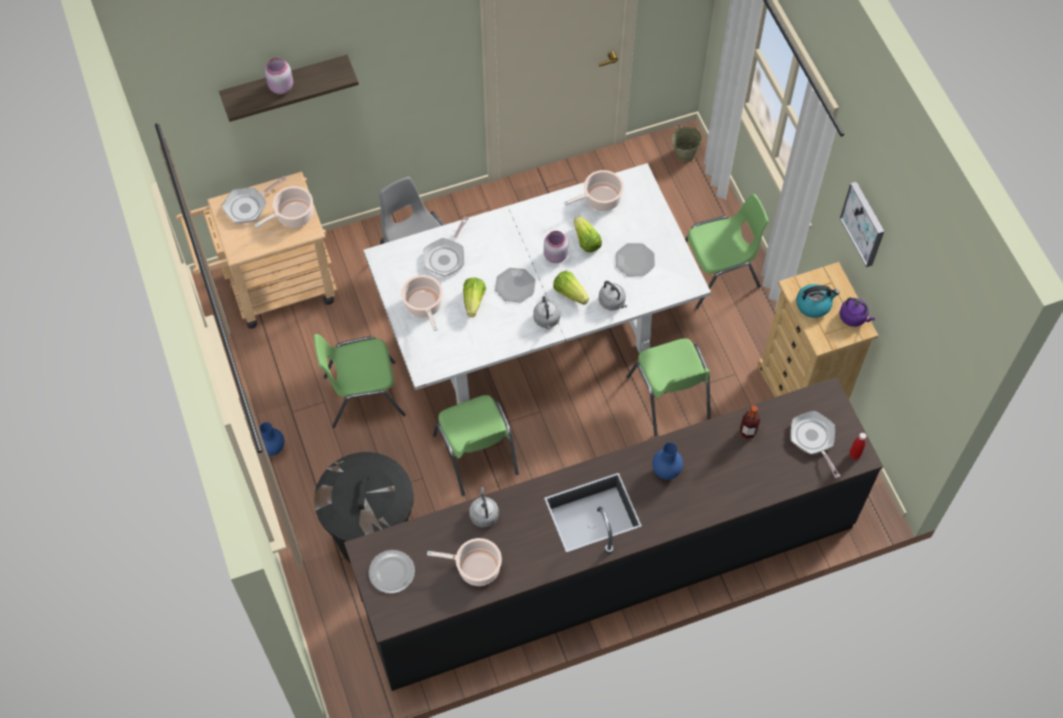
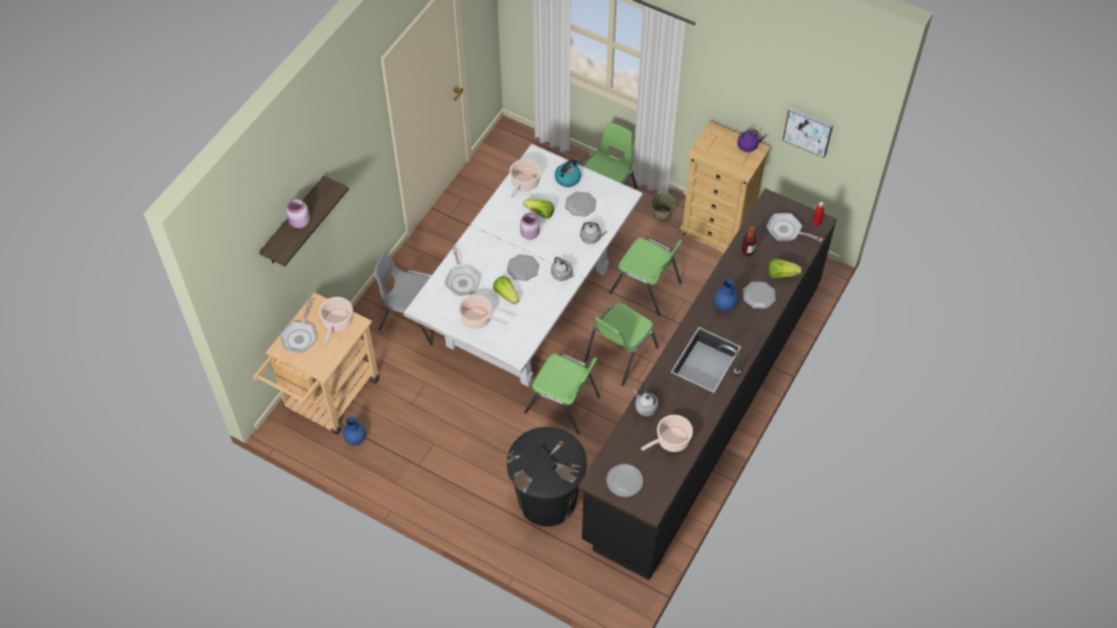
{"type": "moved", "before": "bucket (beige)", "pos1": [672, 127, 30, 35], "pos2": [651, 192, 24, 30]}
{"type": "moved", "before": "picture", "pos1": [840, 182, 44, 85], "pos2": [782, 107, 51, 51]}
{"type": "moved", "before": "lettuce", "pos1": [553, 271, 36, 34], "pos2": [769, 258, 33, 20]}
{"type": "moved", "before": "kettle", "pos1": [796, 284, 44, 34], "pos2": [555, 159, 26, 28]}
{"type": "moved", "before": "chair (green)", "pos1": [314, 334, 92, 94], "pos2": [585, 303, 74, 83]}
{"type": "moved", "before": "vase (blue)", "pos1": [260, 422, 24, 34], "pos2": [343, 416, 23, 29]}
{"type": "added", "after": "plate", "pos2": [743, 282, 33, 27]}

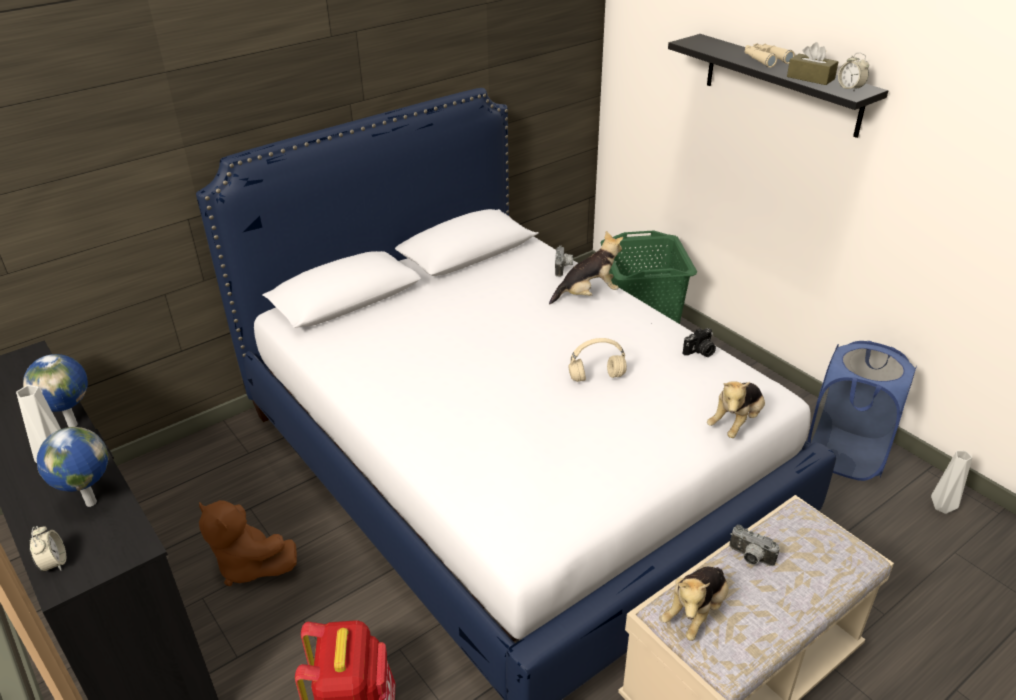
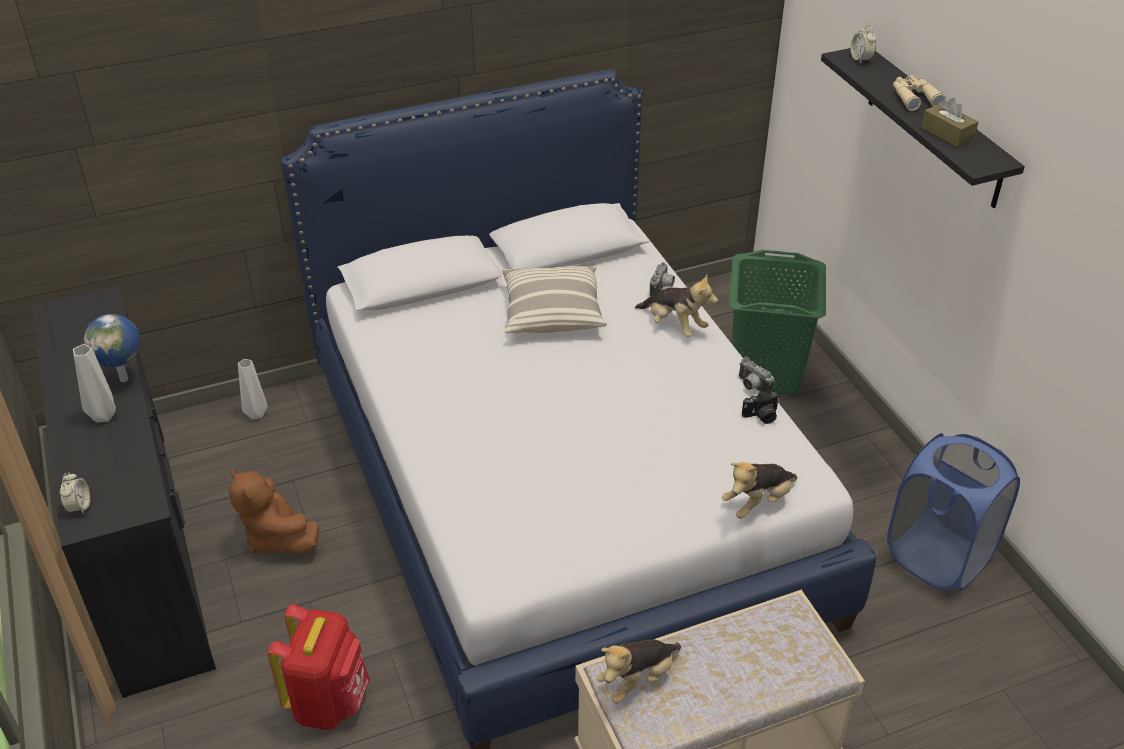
{"type": "moved", "before": "alarm clock", "pos1": [838, 53, 31, 39], "pos2": [850, 25, 26, 39]}
{"type": "turned", "before": "plush toy", "pos1": [549, 231, 74, 73], "pos2": [635, 275, 83, 62], "turn": 45}
{"type": "removed", "before": "headphones (beige)", "pos1": [568, 338, 59, 44]}
{"type": "removed", "before": "globe", "pos1": [37, 427, 71, 80]}
{"type": "moved", "before": "vase (grey)", "pos1": [931, 451, 41, 63], "pos2": [238, 359, 30, 60]}
{"type": "moved", "before": "photo camera", "pos1": [729, 525, 51, 41], "pos2": [739, 357, 35, 37]}
{"type": "added", "after": "pillow", "pos2": [502, 265, 105, 68]}

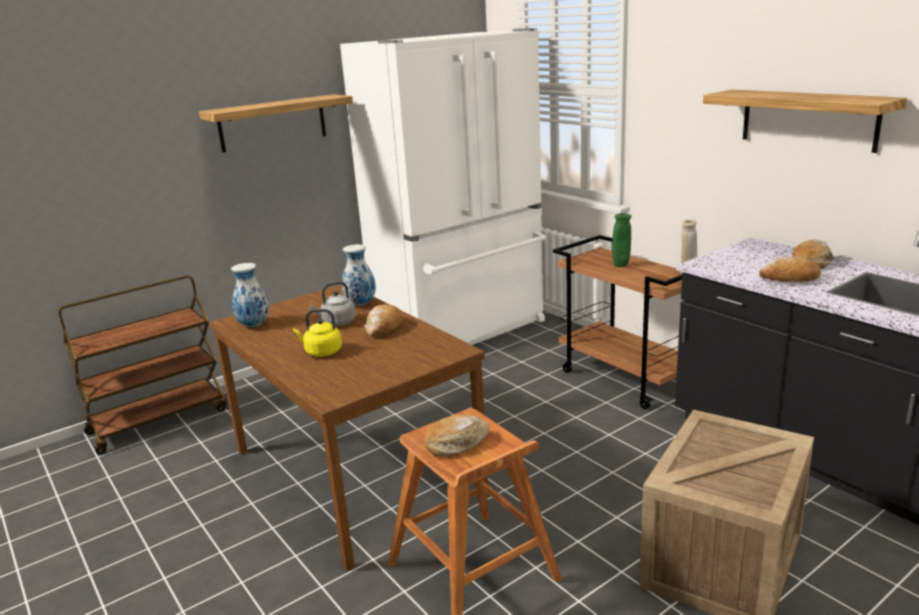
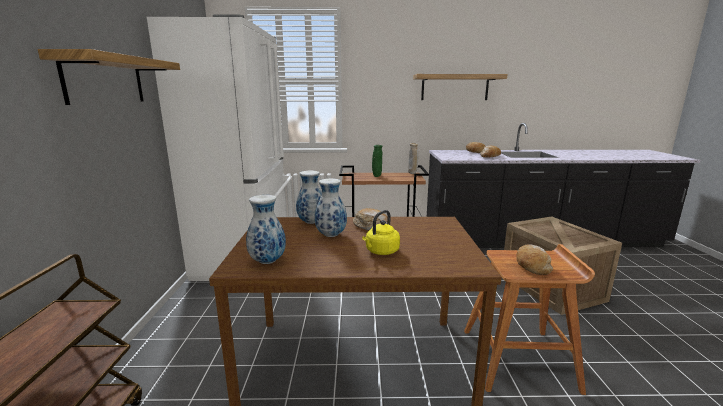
{"type": "replaced", "before": "kettle (grey)", "after": "vase", "pos1": [309, 281, 47, 45], "pos2": [315, 179, 32, 58]}

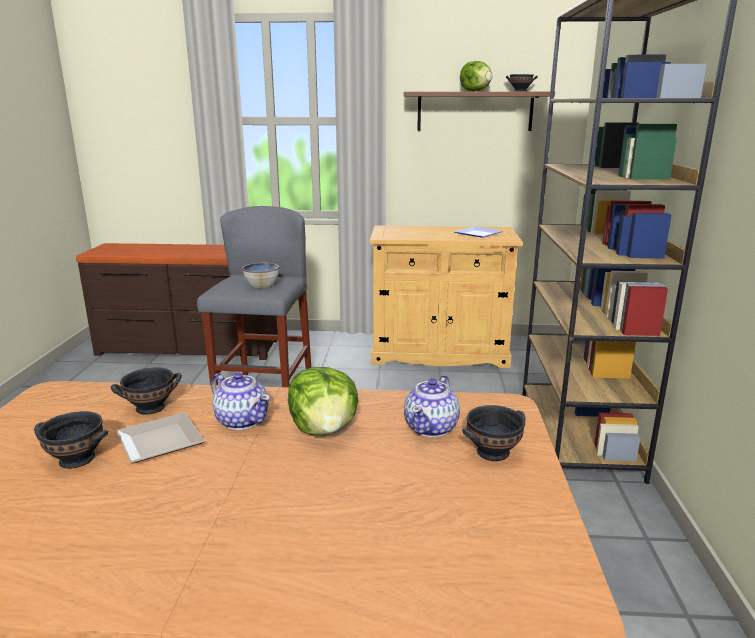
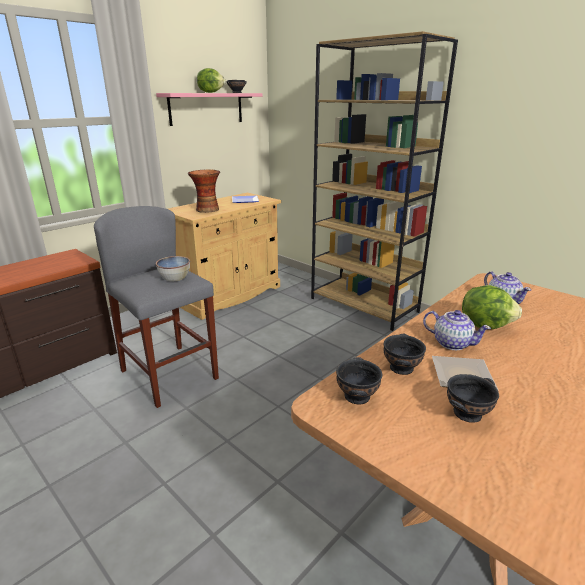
{"type": "recoloured", "before": "shelf (brown)", "after": "shelf (pink)", "pos1": [404, 92, 151, 39], "pos2": [156, 93, 107, 33]}
{"type": "turned", "before": "teapot", "pos1": [211, 373, 59, 57], "pos2": [423, 310, 68, 40], "turn": 45}
{"type": "moved", "before": "bowl (black)", "pos1": [462, 405, 64, 56], "pos2": [336, 357, 46, 48]}
{"type": "added", "after": "vase", "pos2": [188, 170, 32, 43]}

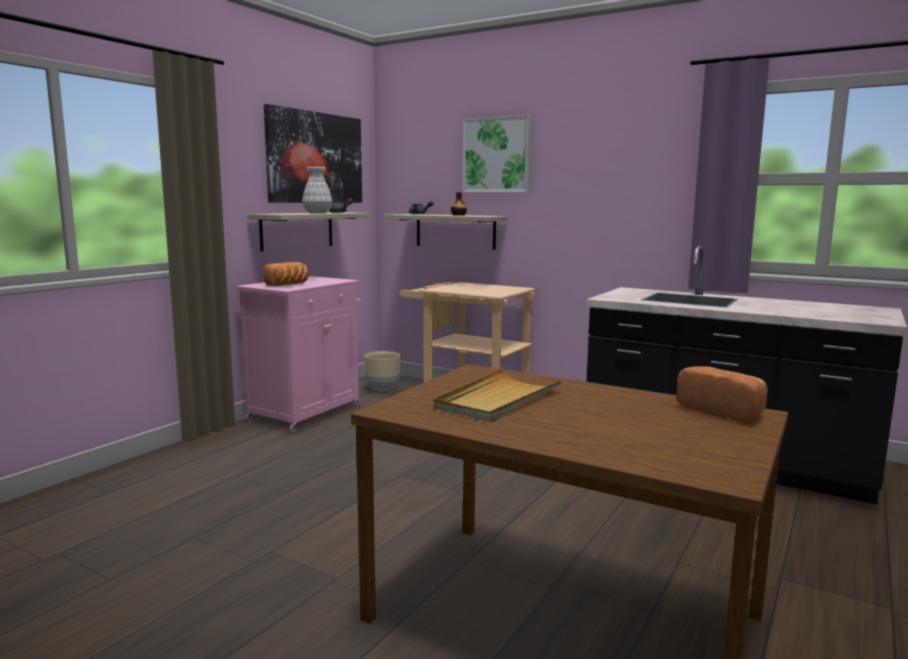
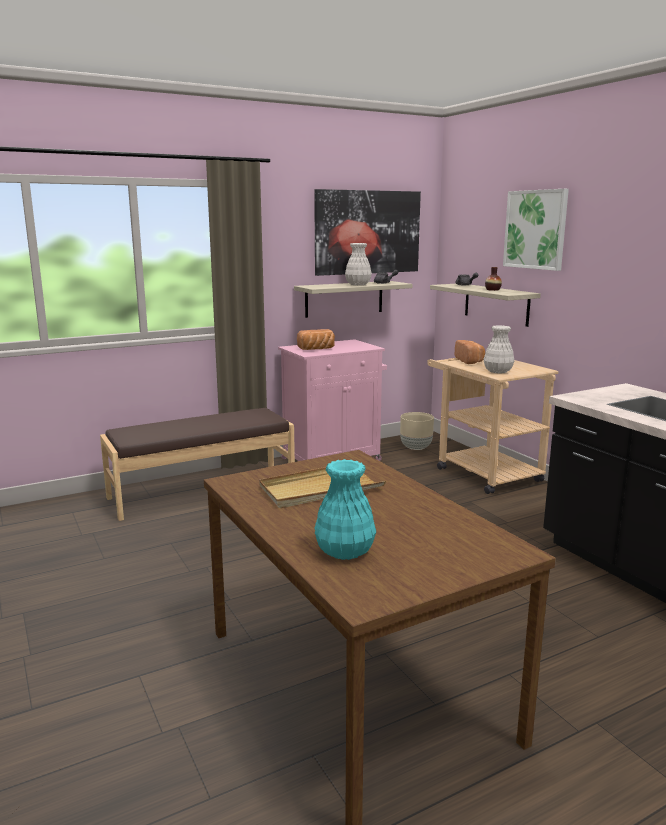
{"type": "moved", "before": "bread", "pos1": [677, 366, 91, 57], "pos2": [455, 340, 30, 24]}
{"type": "added", "after": "vase (white)", "pos2": [483, 325, 32, 49]}
{"type": "added", "after": "bench (brown)", "pos2": [100, 408, 195, 113]}
{"type": "added", "after": "vase (turquoise)", "pos2": [314, 459, 62, 101]}

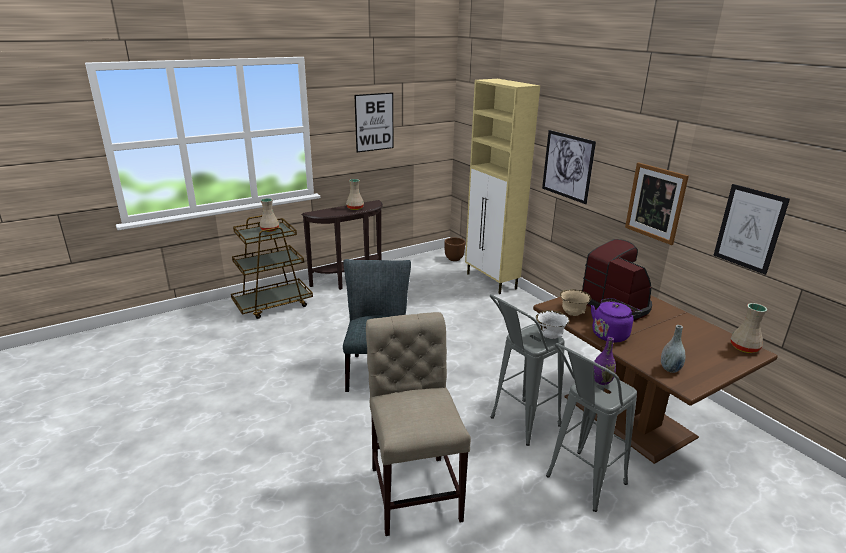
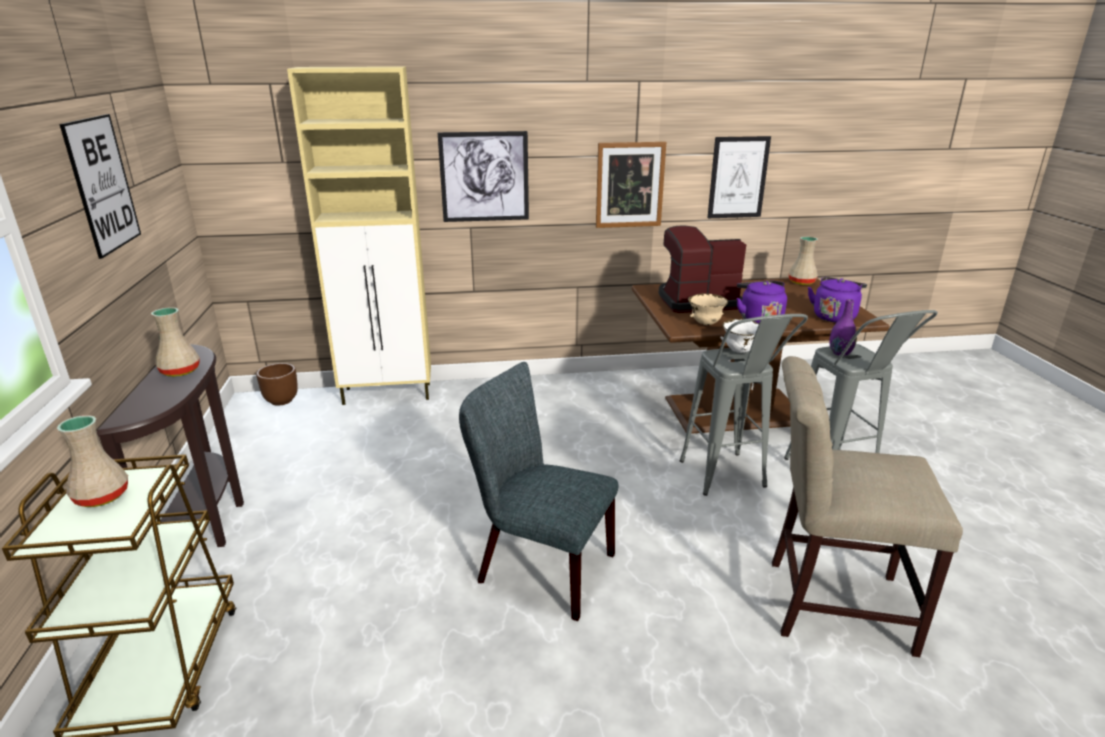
{"type": "replaced", "before": "vase (grey)", "after": "kettle (purple)", "pos1": [661, 325, 24, 48], "pos2": [808, 277, 59, 46]}

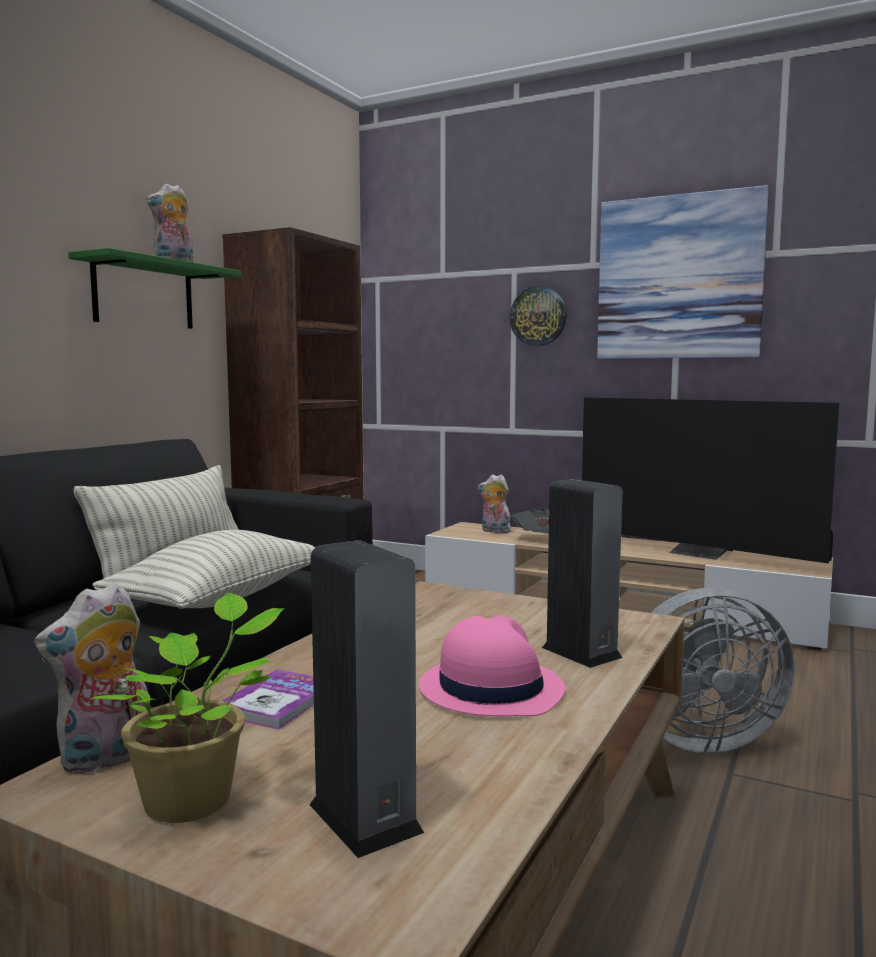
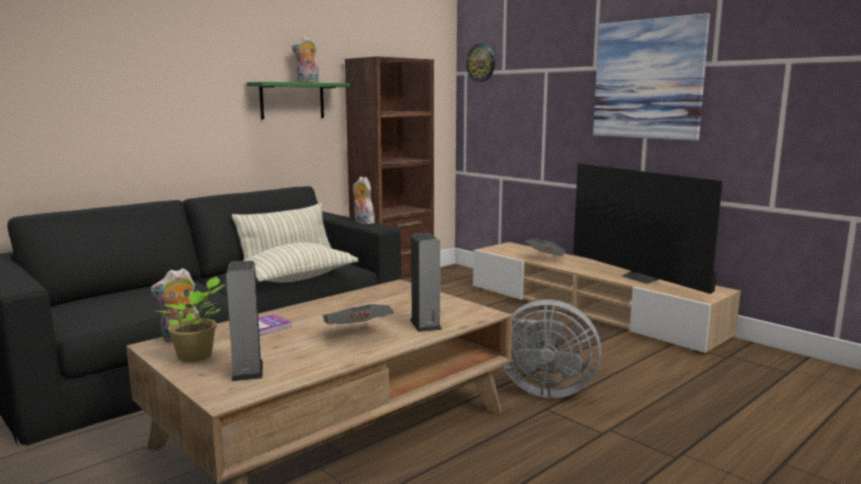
{"type": "moved", "before": "wall clock", "pos1": [510, 286, 57, 60], "pos2": [466, 44, 29, 38]}
{"type": "moved", "before": "plush toy", "pos1": [478, 475, 33, 58], "pos2": [353, 177, 22, 47]}
{"type": "replaced", "before": "hat (pink)", "after": "newspaper", "pos1": [419, 616, 146, 100], "pos2": [322, 304, 72, 20]}

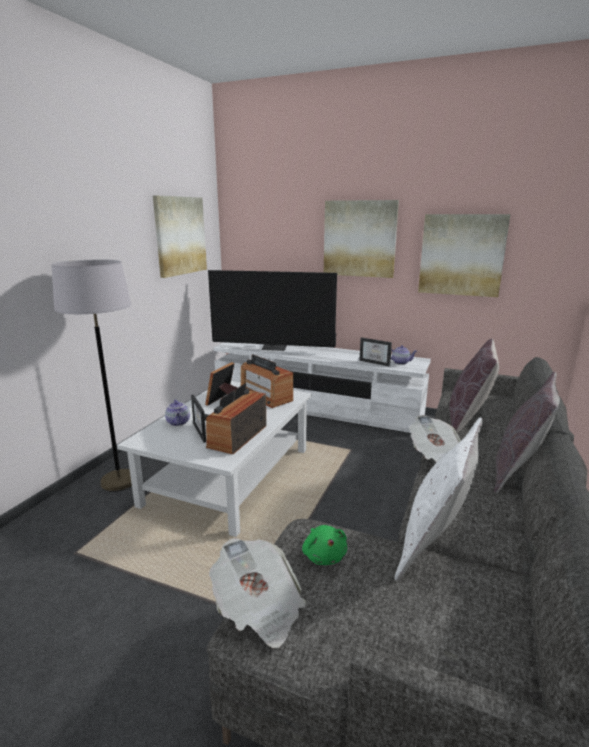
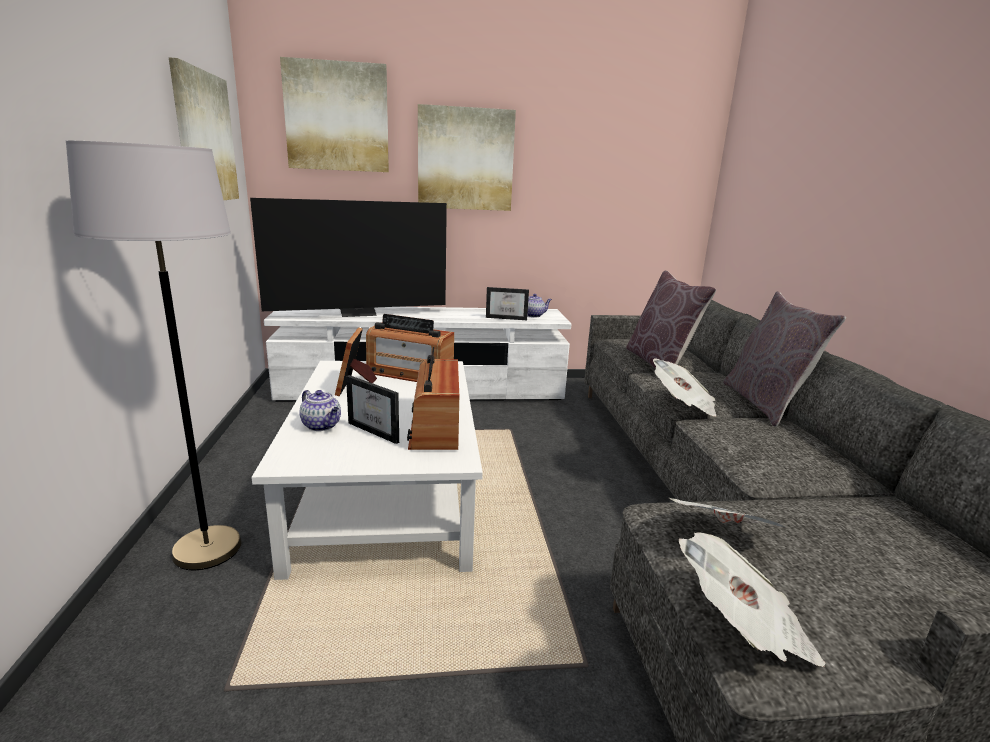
{"type": "moved", "before": "picture", "pos1": [418, 214, 93, 83], "pos2": [280, 57, 109, 115]}
{"type": "removed", "before": "pillow (white)", "pos1": [394, 418, 89, 163]}
{"type": "replaced", "before": "plush toy (green)", "after": "newspaper", "pos1": [302, 525, 45, 40], "pos2": [669, 498, 117, 30]}

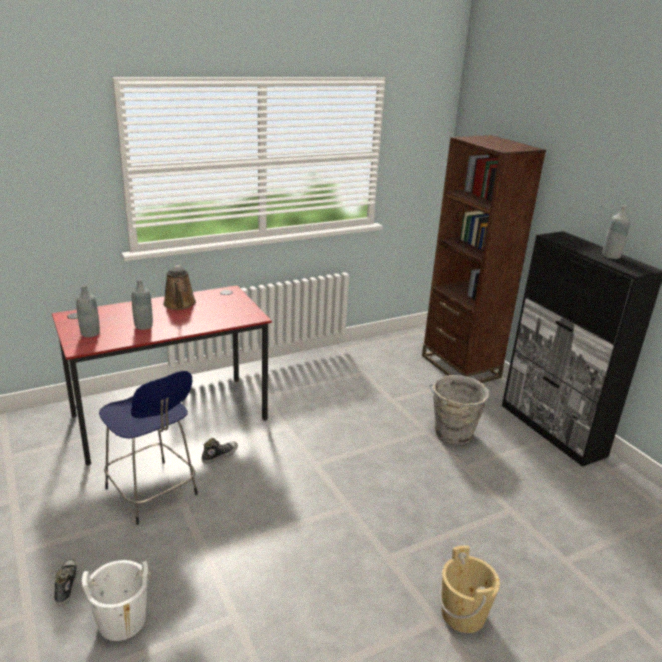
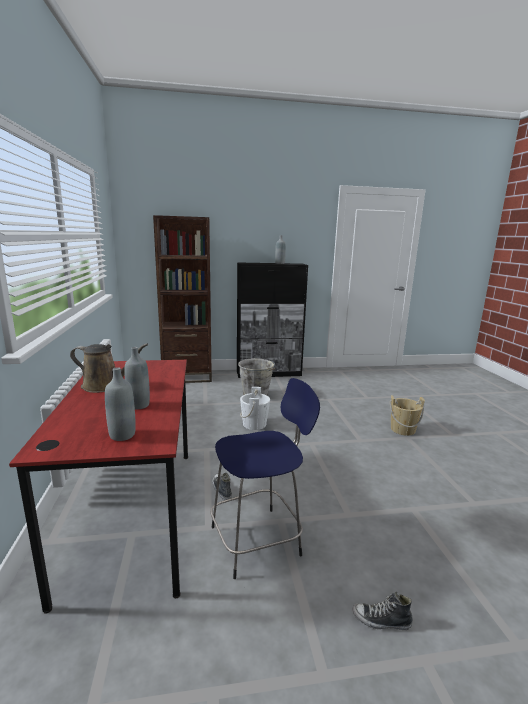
{"type": "moved", "before": "bucket (white)", "pos1": [81, 560, 70, 81], "pos2": [240, 387, 30, 43]}

